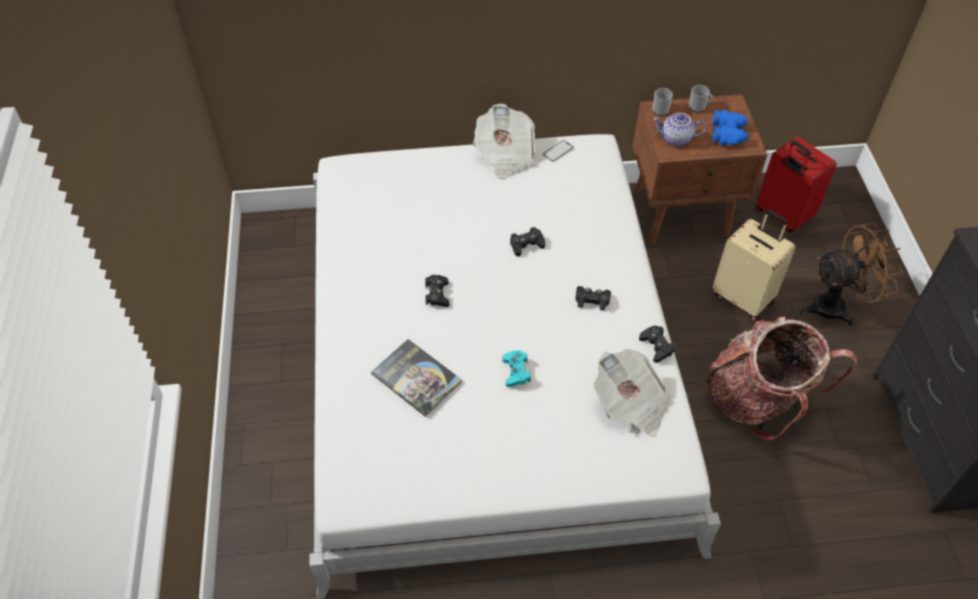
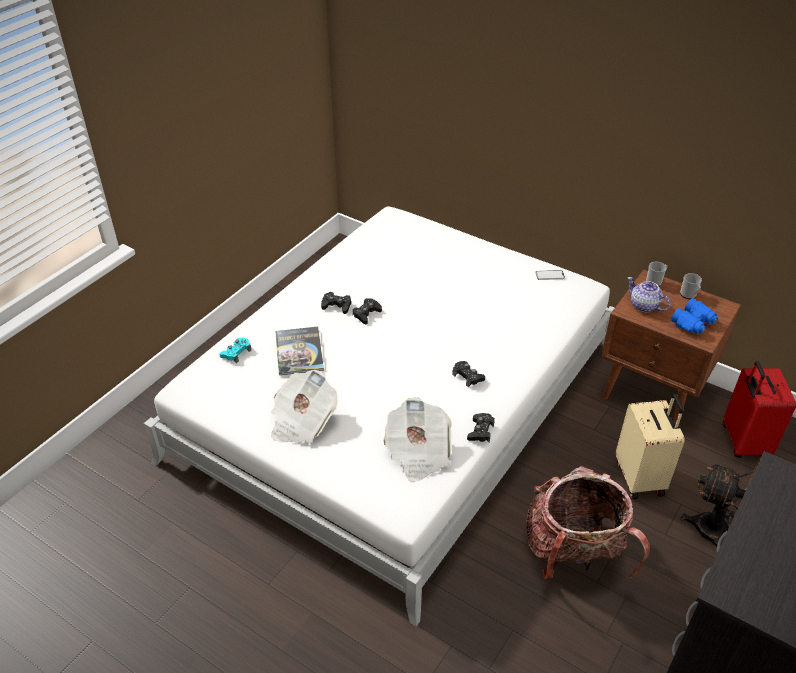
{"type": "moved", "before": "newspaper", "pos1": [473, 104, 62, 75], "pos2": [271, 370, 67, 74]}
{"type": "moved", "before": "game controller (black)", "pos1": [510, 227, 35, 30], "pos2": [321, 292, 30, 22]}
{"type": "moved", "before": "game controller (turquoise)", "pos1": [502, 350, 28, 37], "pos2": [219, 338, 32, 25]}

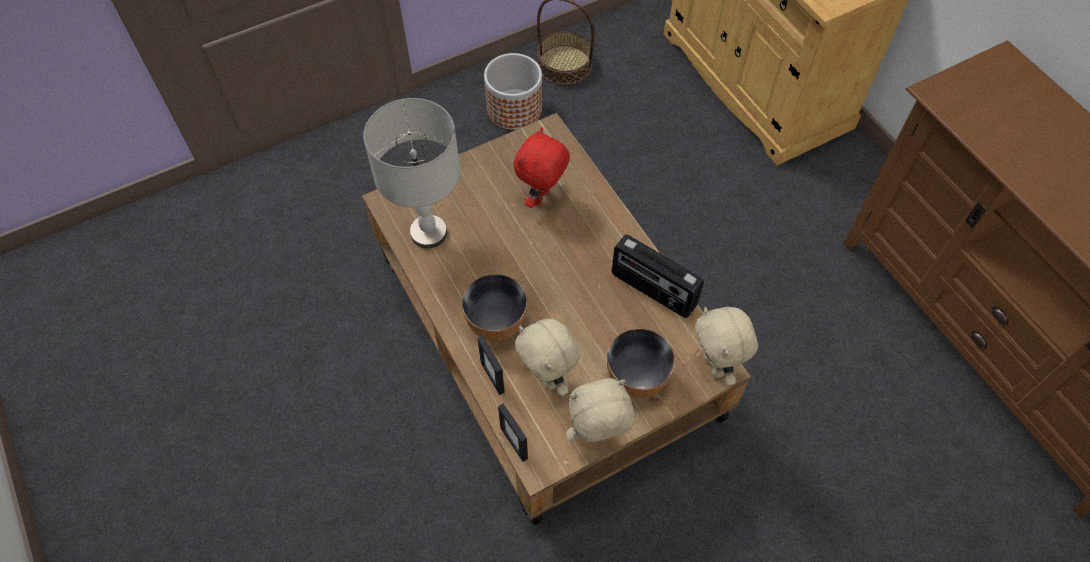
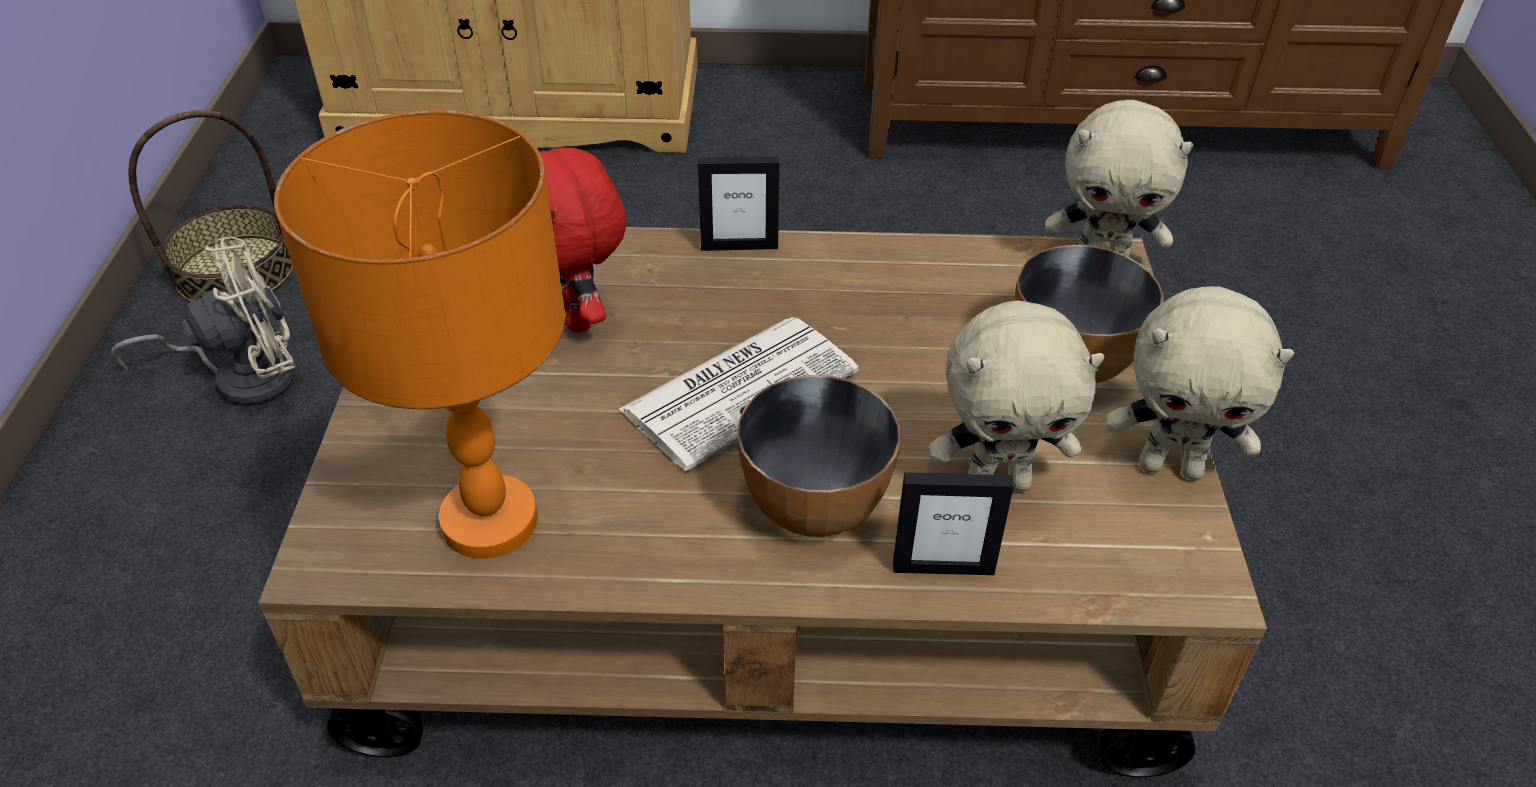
{"type": "replaced", "before": "planter", "after": "fan (beige)", "pos1": [484, 53, 58, 77], "pos2": [110, 237, 185, 169]}
{"type": "recoloured", "before": "table lamp (grey)", "after": "table lamp (orange)", "pos1": [363, 98, 97, 150], "pos2": [274, 110, 291, 449]}
{"type": "removed", "before": "radio", "pos1": [612, 235, 92, 83]}
{"type": "turned", "before": "plush toy (beige)", "pos1": [566, 378, 68, 64], "pos2": [1106, 286, 188, 194], "turn": -90}
{"type": "moved", "before": "picture frame", "pos1": [498, 403, 30, 59], "pos2": [698, 156, 81, 95]}
{"type": "added", "after": "newspaper", "pos2": [619, 317, 240, 154]}

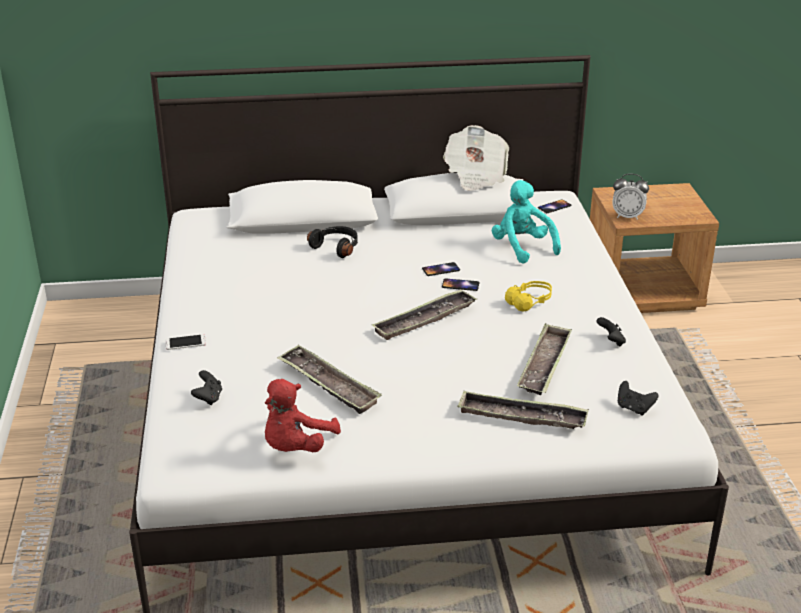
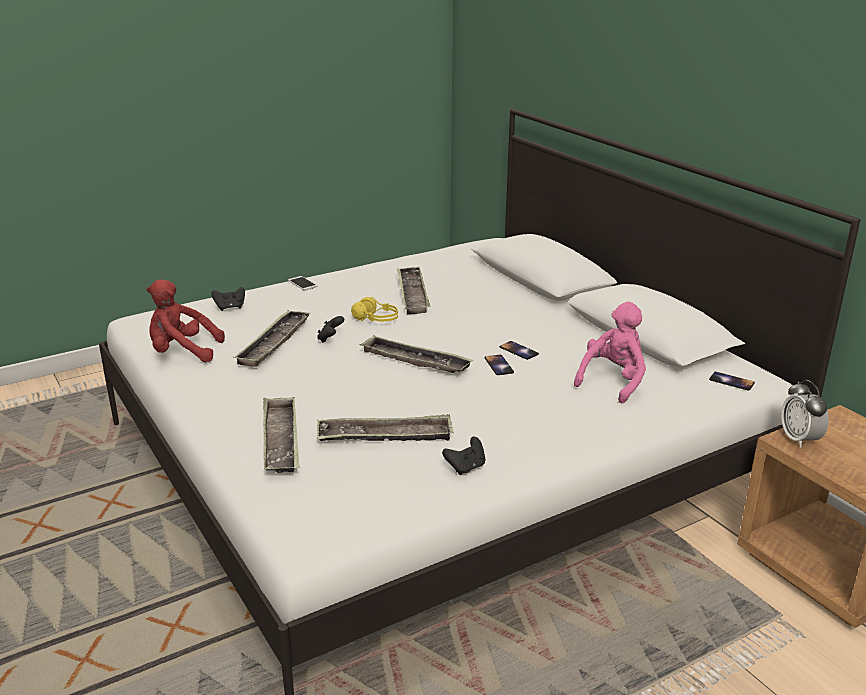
{"type": "removed", "before": "newspaper", "pos1": [443, 125, 66, 66]}
{"type": "recoloured", "before": "plush toy (turquoise)", "after": "plush toy (pink)", "pos1": [492, 180, 69, 84], "pos2": [574, 302, 72, 101]}
{"type": "removed", "before": "headphones (black)", "pos1": [307, 226, 51, 32]}
{"type": "moved", "before": "headphones (yellow)", "pos1": [505, 281, 47, 31], "pos2": [351, 297, 47, 25]}
{"type": "moved", "before": "game controller (black)", "pos1": [618, 381, 40, 35], "pos2": [317, 316, 27, 27]}
{"type": "added", "after": "tray", "pos2": [397, 267, 33, 48]}

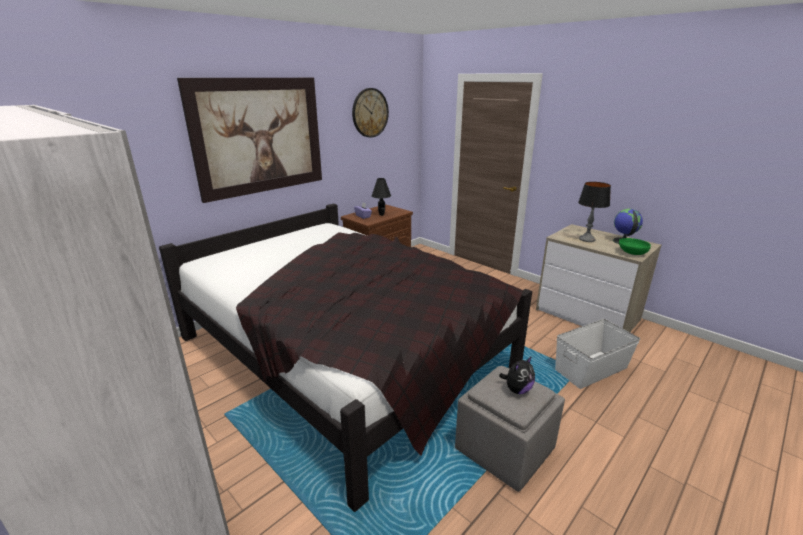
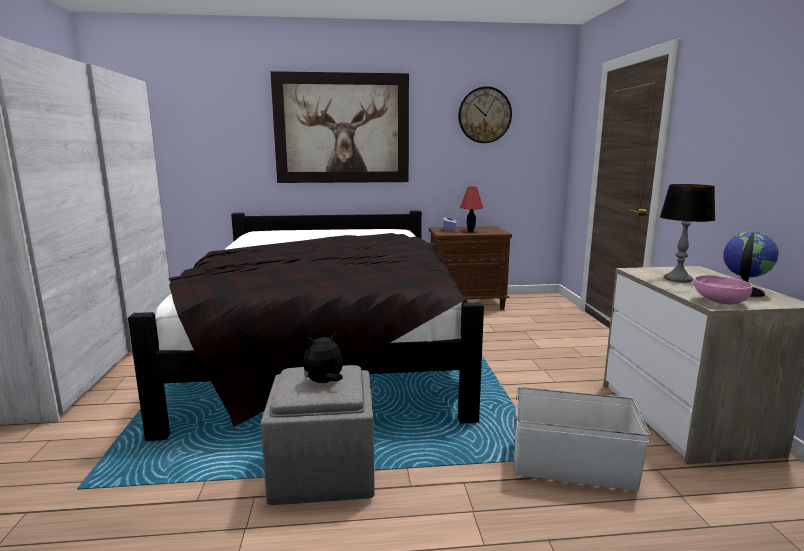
{"type": "recoloured", "before": "table lamp (black)", "after": "table lamp (red)", "pos1": [372, 178, 19, 38], "pos2": [460, 187, 23, 45]}
{"type": "recoloured", "before": "bowl (green)", "after": "bowl (pink)", "pos1": [619, 238, 32, 17], "pos2": [693, 275, 60, 29]}
{"type": "turned", "before": "plush toy", "pos1": [499, 356, 36, 38], "pos2": [304, 332, 39, 51], "turn": 150}

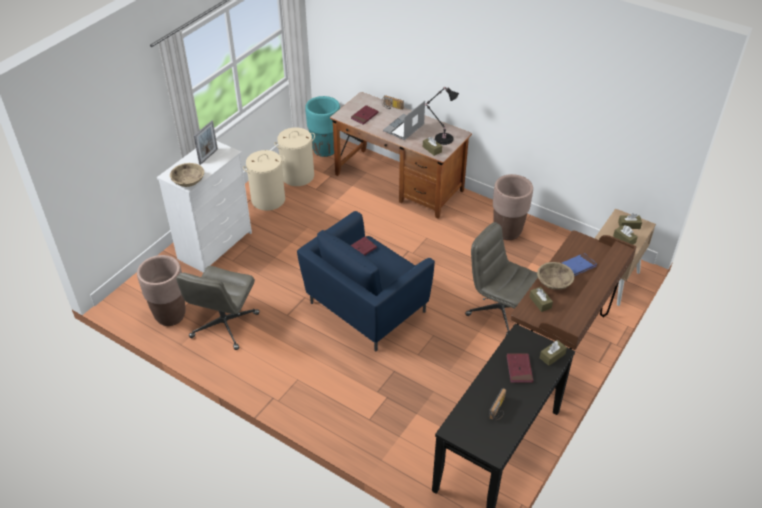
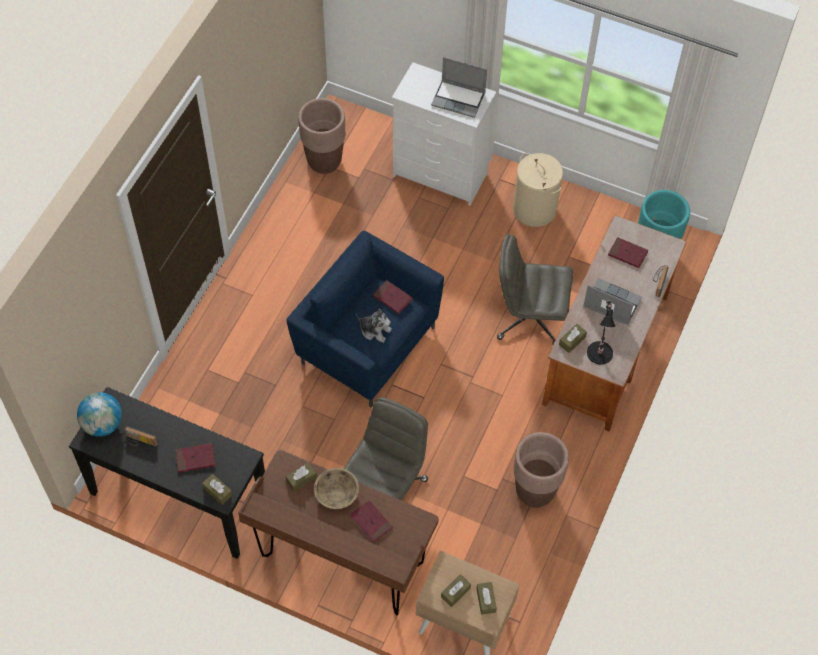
{"type": "replaced", "before": "picture frame", "after": "laptop", "pos1": [194, 121, 24, 44], "pos2": [431, 57, 56, 61]}
{"type": "removed", "before": "laundry basket (beige)", "pos1": [274, 127, 41, 59]}
{"type": "removed", "before": "bowl (beige)", "pos1": [170, 163, 34, 24]}
{"type": "recoloured", "before": "book (blue)", "after": "book (red)", "pos1": [562, 253, 35, 23], "pos2": [350, 500, 43, 43]}
{"type": "moved", "before": "office chair (grey)", "pos1": [176, 266, 84, 84], "pos2": [497, 234, 76, 110]}
{"type": "added", "after": "plush toy", "pos2": [356, 309, 36, 34]}
{"type": "added", "after": "globe", "pos2": [77, 392, 45, 45]}

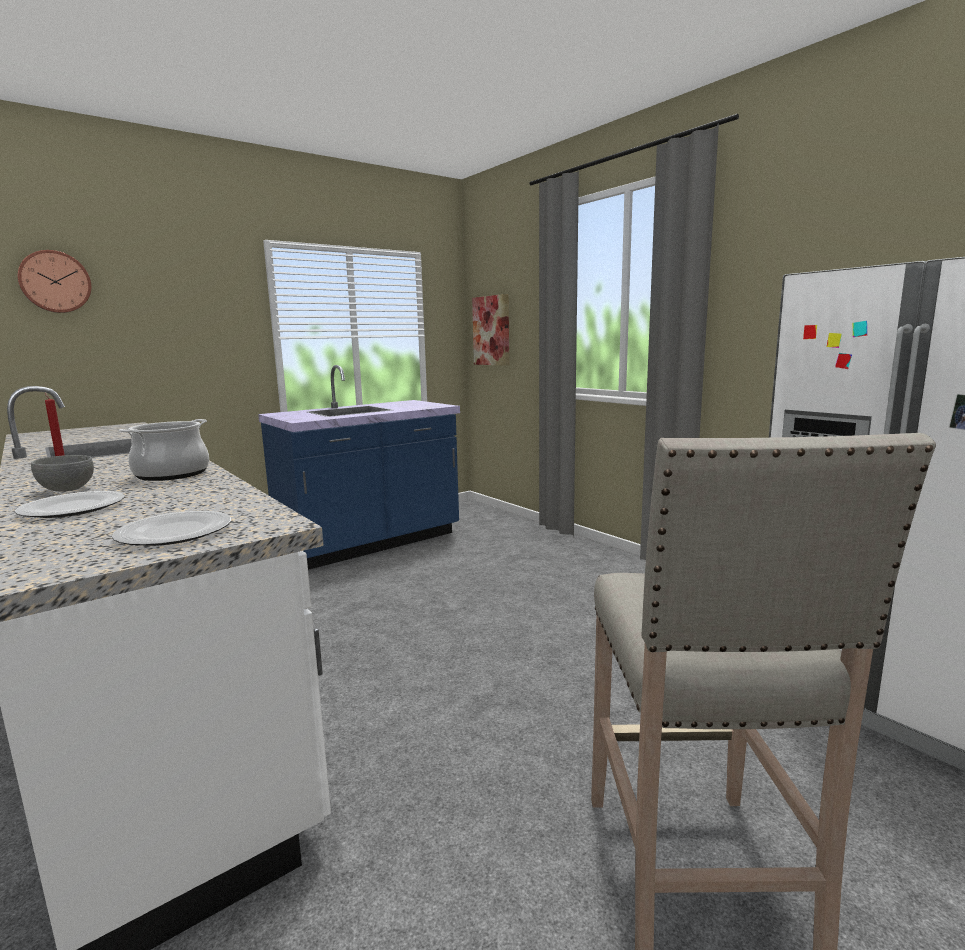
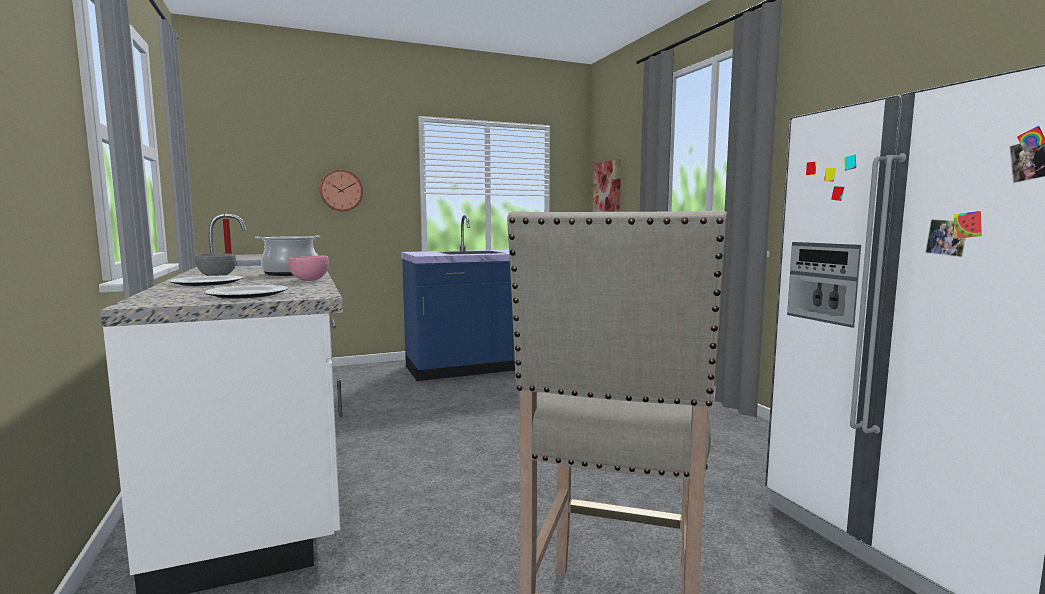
{"type": "moved", "before": "wall clock", "pos1": [18, 250, 73, 63], "pos2": [320, 170, 43, 41]}
{"type": "added", "after": "bowl (pink)", "pos2": [288, 256, 41, 25]}

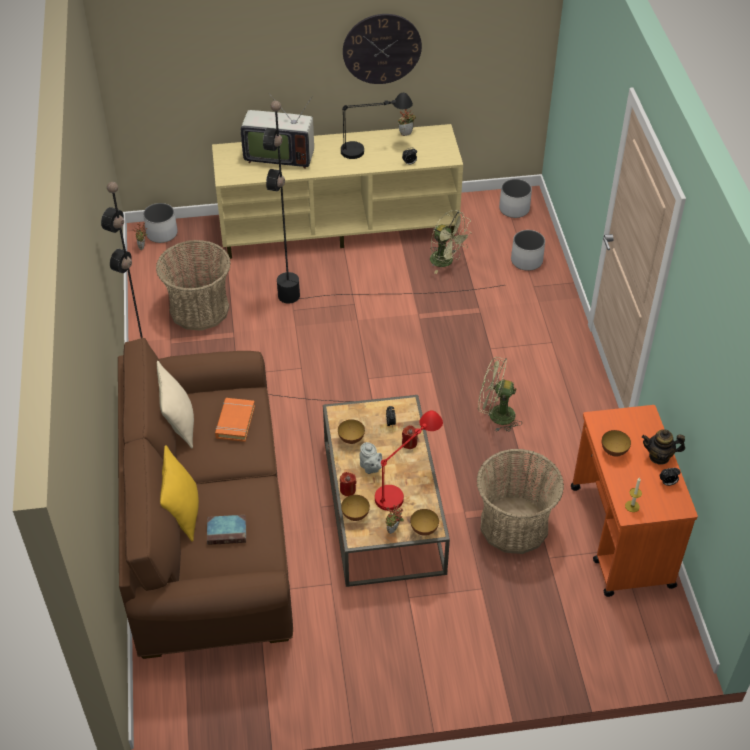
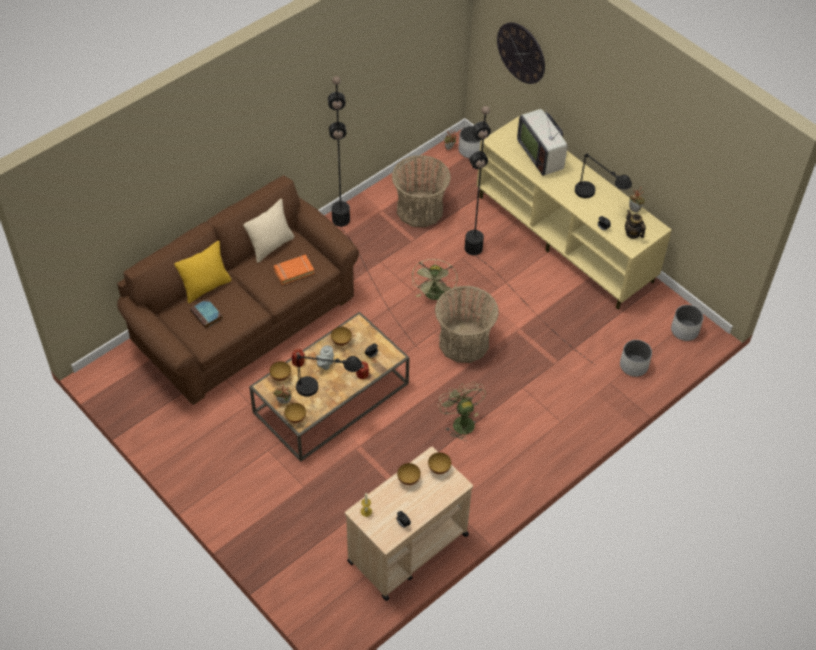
{"type": "moved", "before": "wall clock", "pos1": [343, 14, 79, 70], "pos2": [497, 22, 48, 62]}
{"type": "moved", "before": "fan (green)", "pos1": [430, 210, 42, 64], "pos2": [412, 259, 46, 41]}
{"type": "recoloured", "before": "cart (orange)", "after": "cart (beige)", "pos1": [571, 405, 127, 192], "pos2": [345, 447, 128, 154]}
{"type": "recoloured", "before": "table lamp (red)", "after": "table lamp (black)", "pos1": [375, 410, 68, 101], "pos2": [296, 355, 66, 42]}
{"type": "moved", "before": "teapot", "pos1": [642, 430, 43, 34], "pos2": [625, 210, 21, 29]}
{"type": "moved", "before": "basket", "pos1": [476, 449, 88, 105], "pos2": [435, 286, 64, 77]}
{"type": "added", "after": "bowl", "pos2": [428, 452, 23, 22]}

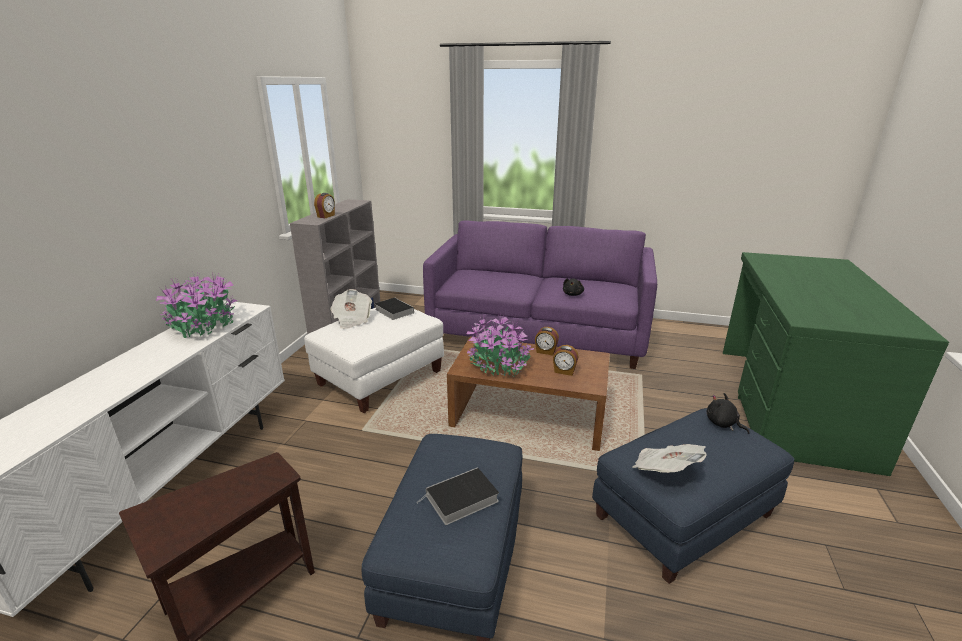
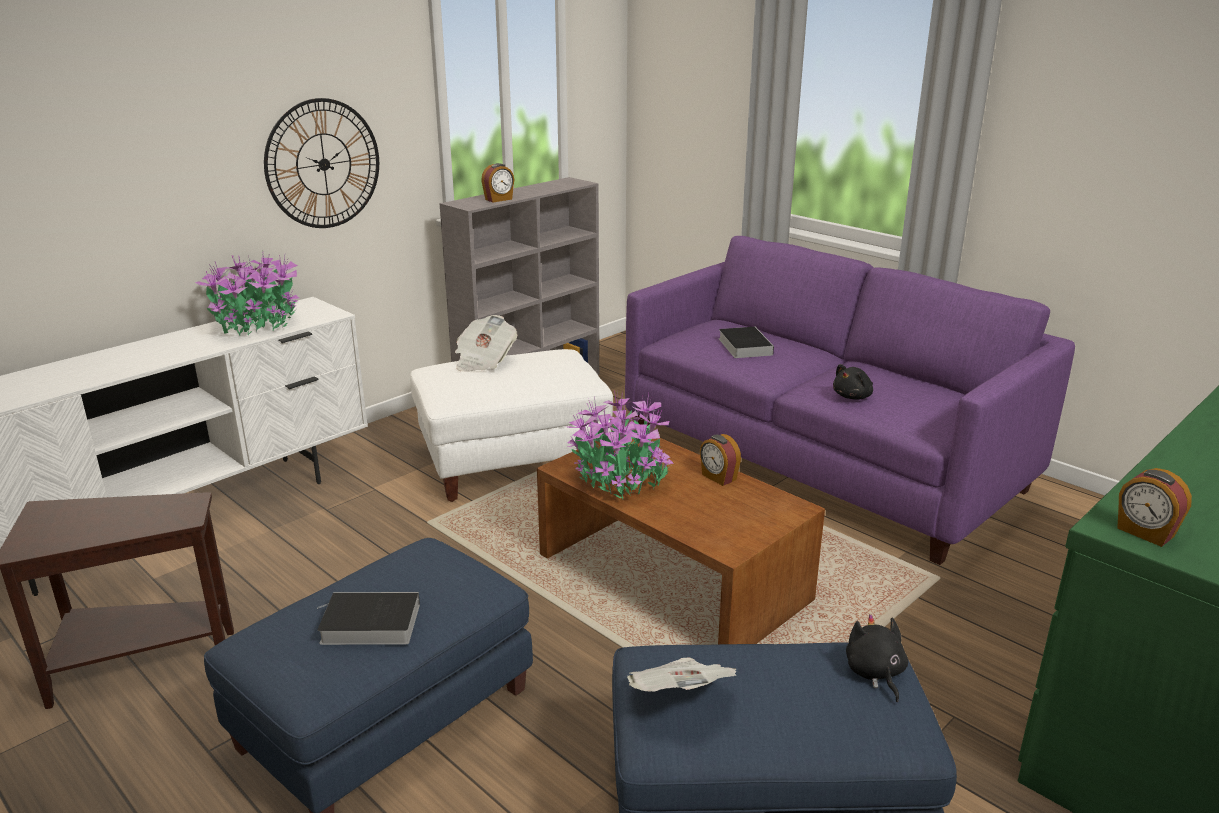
{"type": "moved", "before": "book", "pos1": [375, 298, 39, 22], "pos2": [719, 327, 55, 31]}
{"type": "moved", "before": "alarm clock", "pos1": [553, 345, 25, 31], "pos2": [1117, 468, 75, 79]}
{"type": "added", "after": "wall clock", "pos2": [264, 98, 115, 130]}

